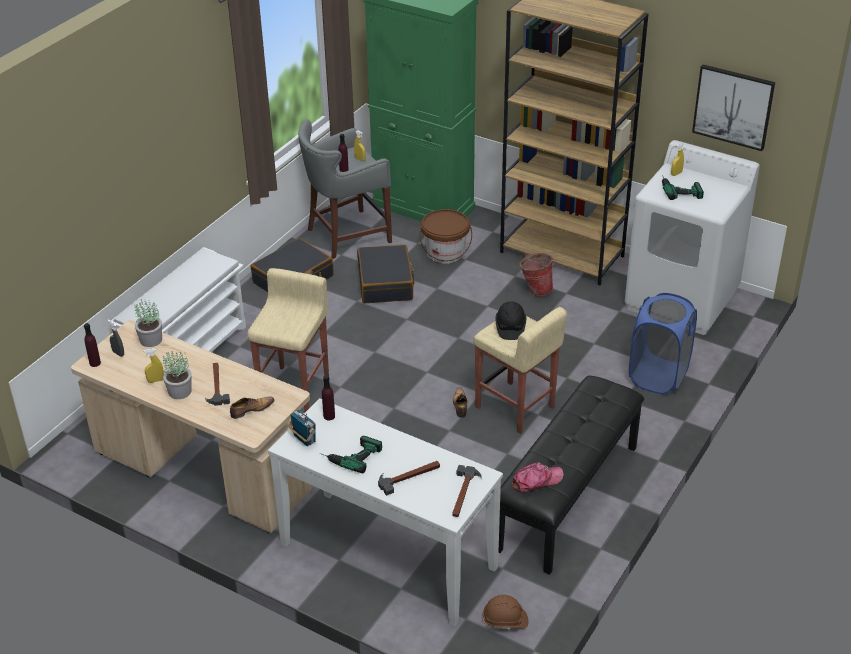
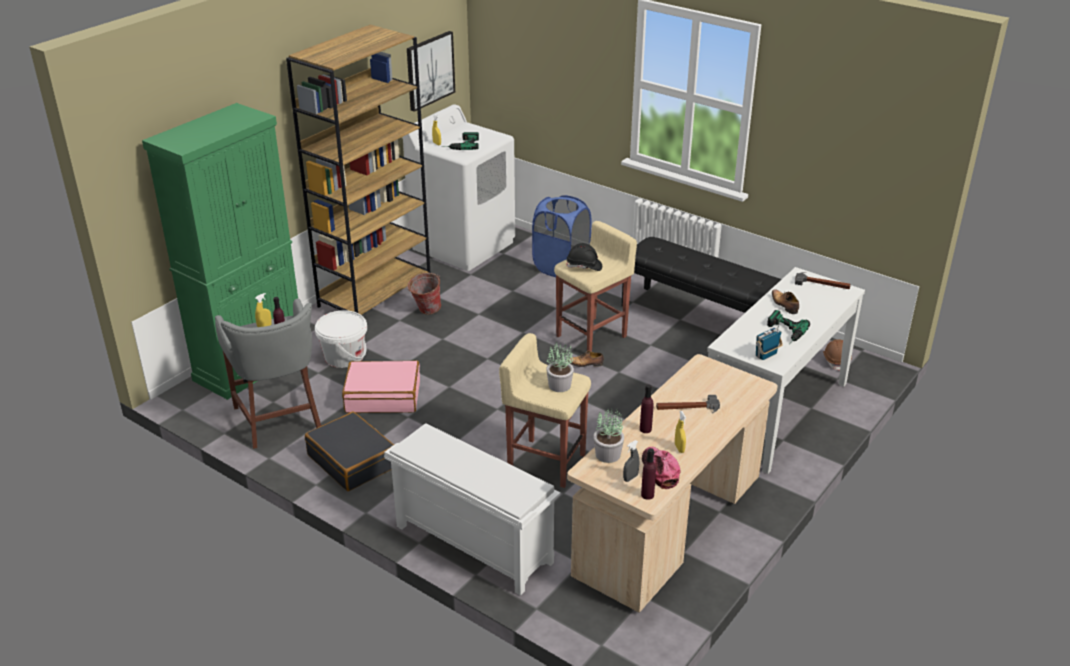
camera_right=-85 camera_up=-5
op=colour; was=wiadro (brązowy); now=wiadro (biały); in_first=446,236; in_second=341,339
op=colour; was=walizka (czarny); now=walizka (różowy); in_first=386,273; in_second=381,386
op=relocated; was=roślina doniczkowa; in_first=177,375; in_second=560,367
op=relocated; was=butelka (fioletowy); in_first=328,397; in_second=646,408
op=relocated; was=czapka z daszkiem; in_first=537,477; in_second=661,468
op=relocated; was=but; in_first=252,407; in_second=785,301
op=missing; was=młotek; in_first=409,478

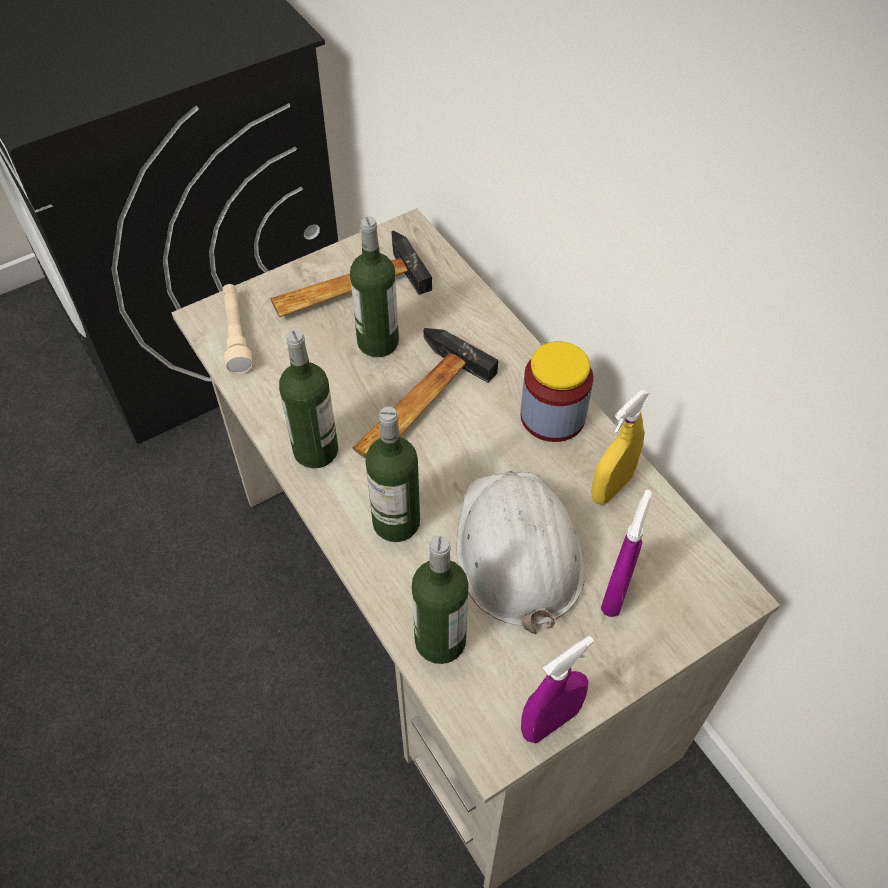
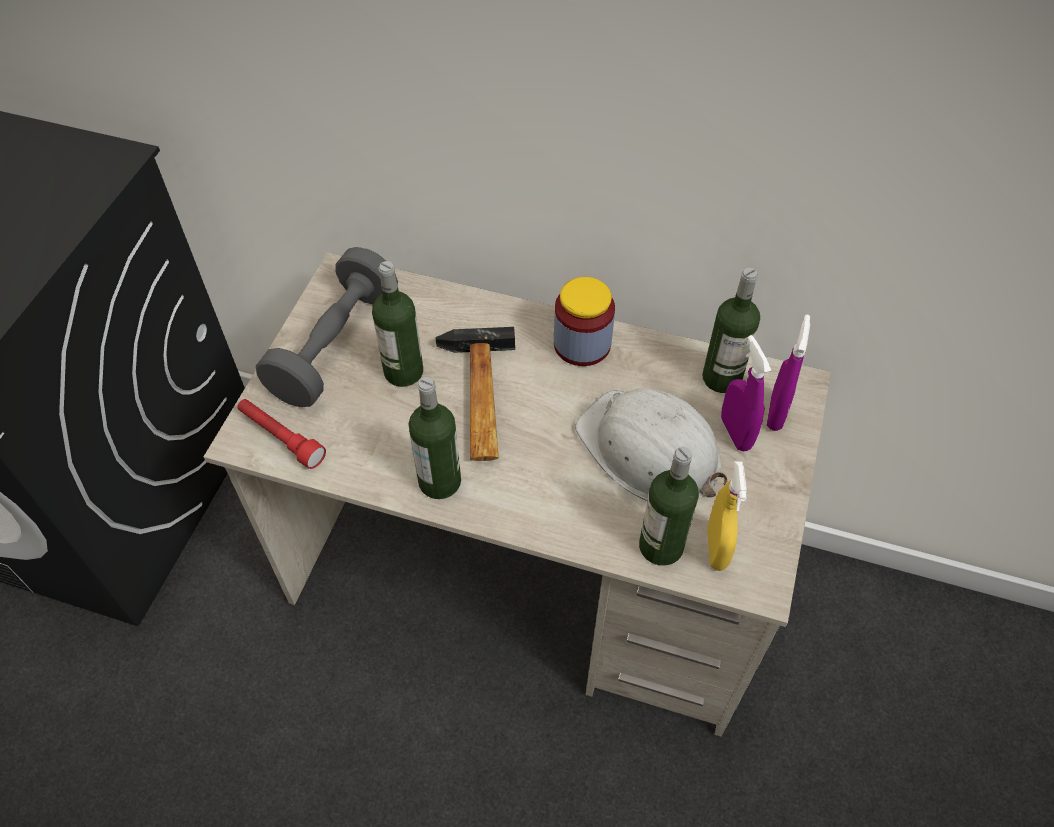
camera_right=-40 camera_up=0
op=colour; was=latarka (beżowy); now=latarka (czerwony); in_first=238,329; in_second=281,434
op=exchanged; was=młotek; now=hantel (szary); in_first=351,274; in_second=327,327
op=relocated; was=butelka; in_first=392,474; in_second=731,330
op=relocated; was=spryskiwacz (żółty); in_first=620,447; in_second=727,516
op=relocated; was=spryskiwacz (fioletowy); in_first=557,689; in_second=788,373

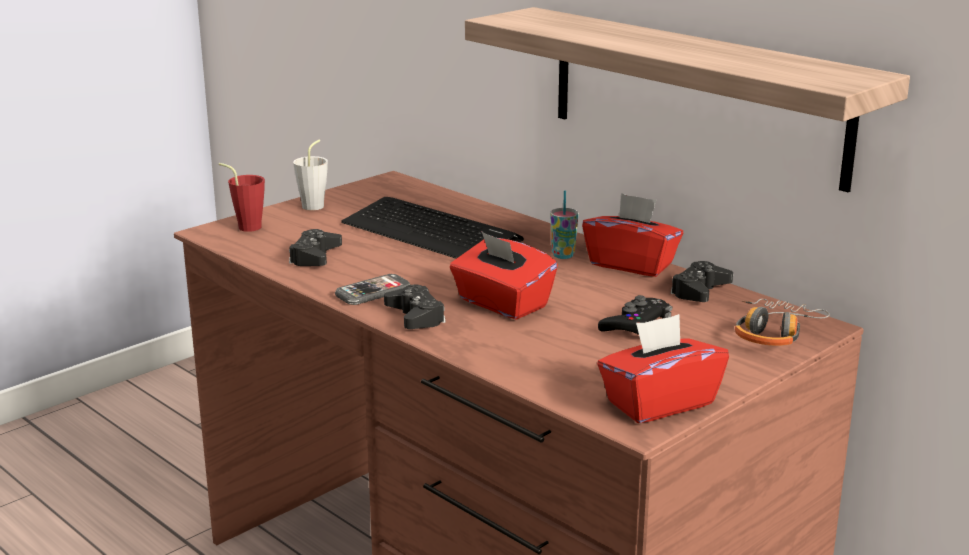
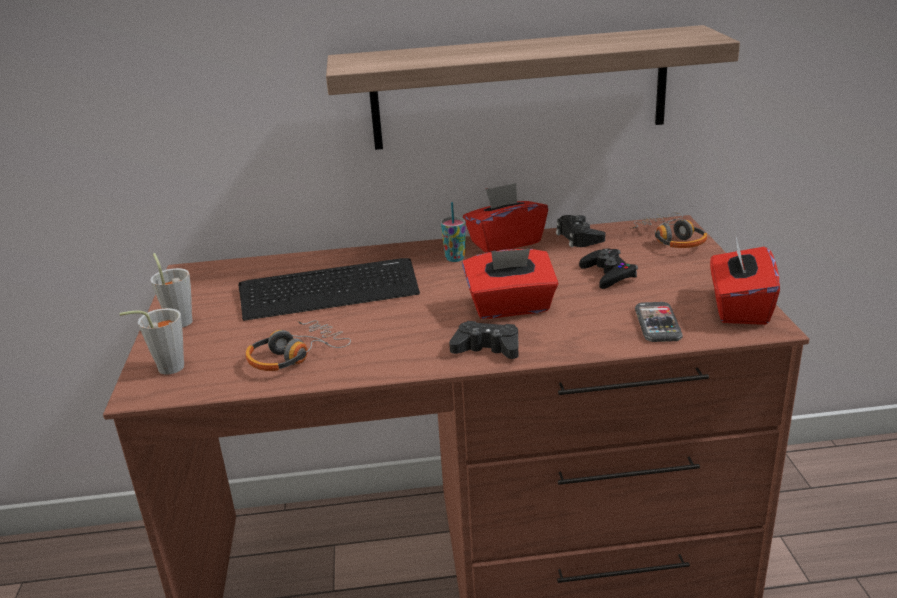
camera_right=-50 camera_up=5
op=colour; was=filiżanka (czerwony); now=filiżanka (szary); in_first=242,197; in_second=152,341
op=exchanged; was=pad do gier (czarny); now=słuchawki; in_first=315,247; in_second=298,345
op=relocated; was=telefon; in_first=372,289; in_second=659,322

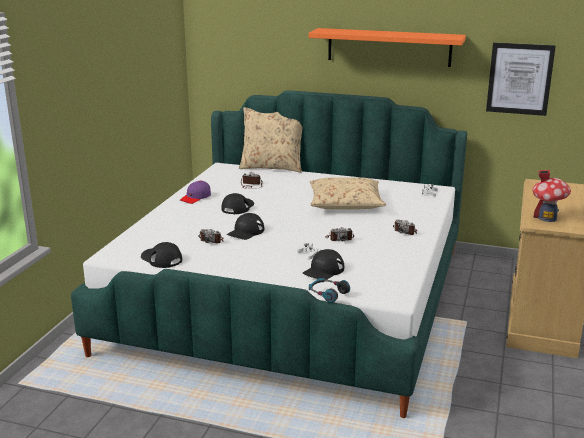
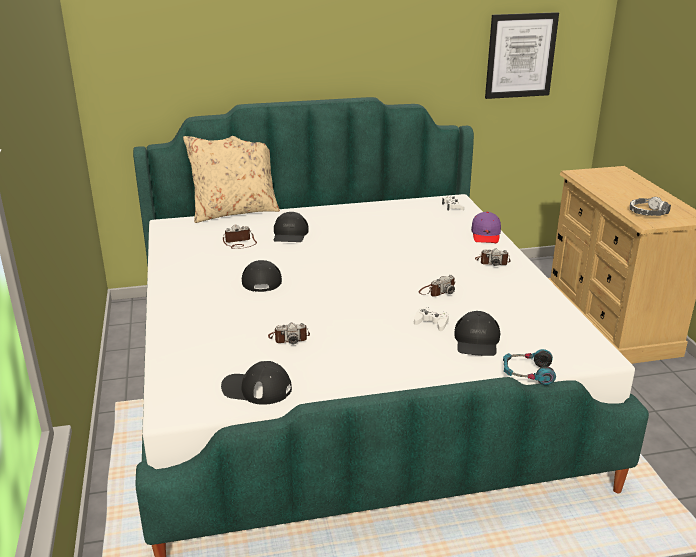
camera_right=-30 camera_up=5
op=relocated; was=czapka z daszkiem (czarny); in_first=245,226; in_second=291,227
op=relocated; was=czapka z daszkiem (fioletowy); in_first=195,192; in_second=486,227
op=exchanged; was=domek; now=słuchawki; in_first=551,196; in_second=650,206
op=missing; was=półka (pomarańczowy); in_first=387,47
op=missing; was=poduszka (beżowy); in_first=348,193

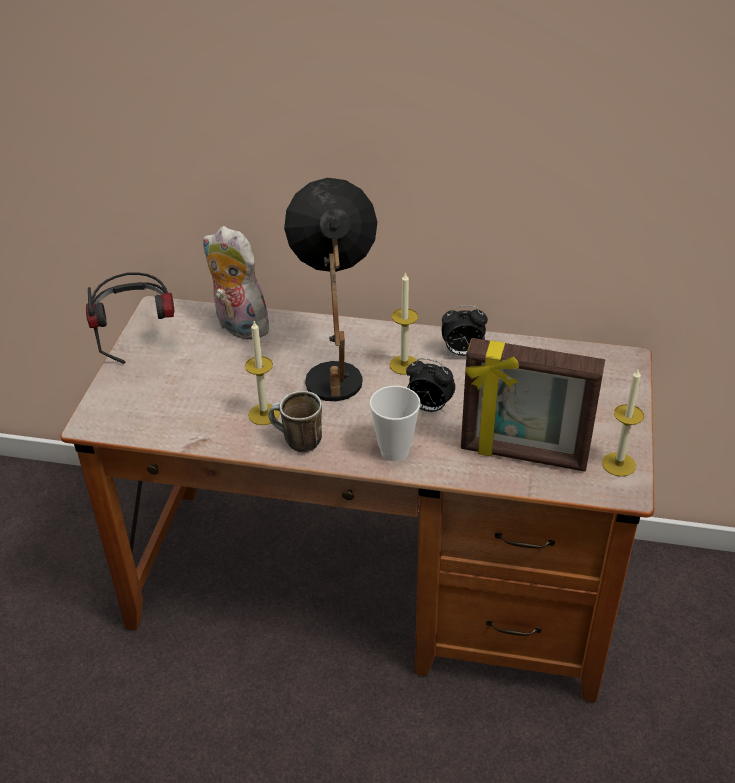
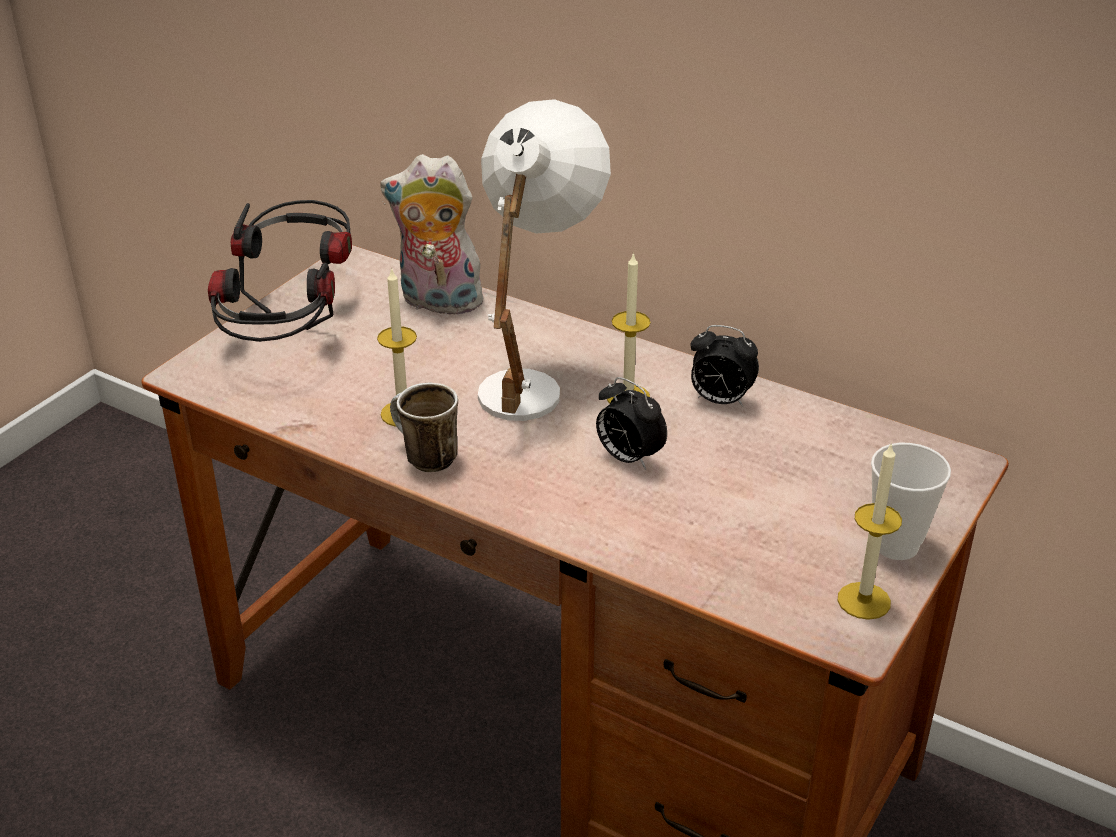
camera_right=20 camera_up=-5
op=appeared; now=słuchawki; in_second=271,302
op=spun; was=pluszak; in_first=237,283; in_second=435,234; clockwise=-45
op=colour; was=lampa stołowa (czarny); now=lampa stołowa (biały); in_first=330,289; in_second=544,260
op=relocated; was=filiżanka; in_first=395,423; in_second=911,501
op=missing; was=ramka na zdjęcie; in_first=533,405

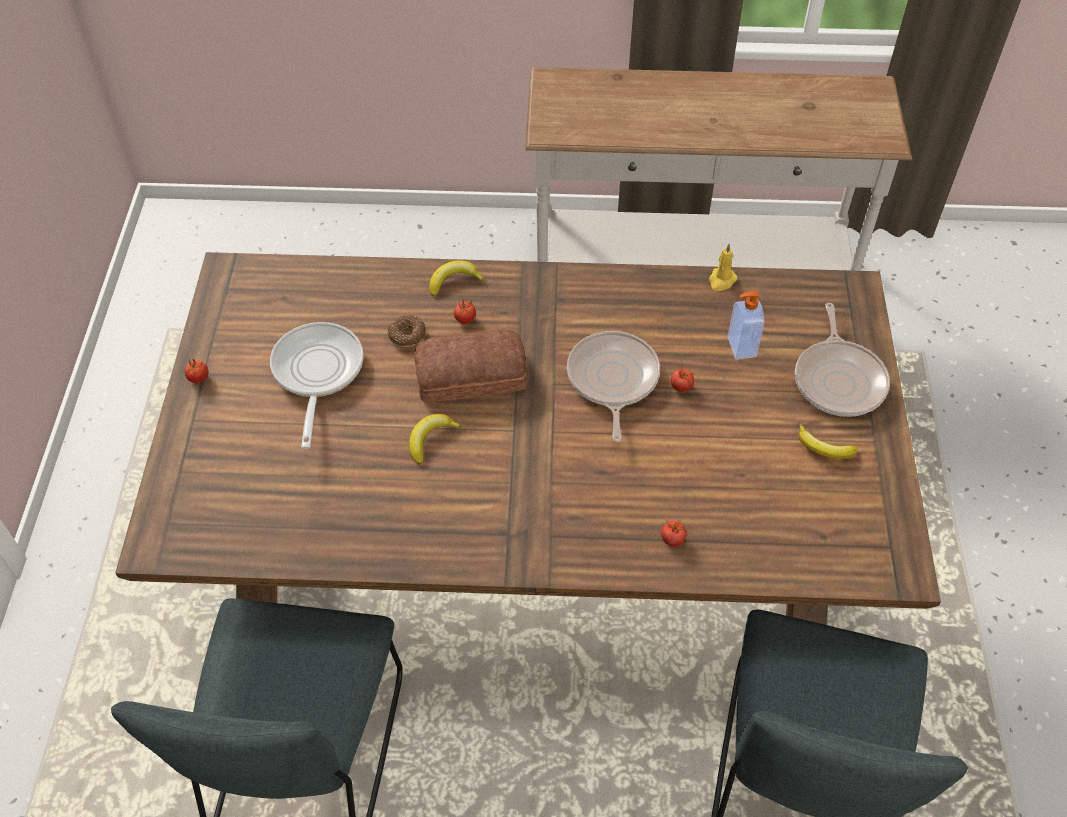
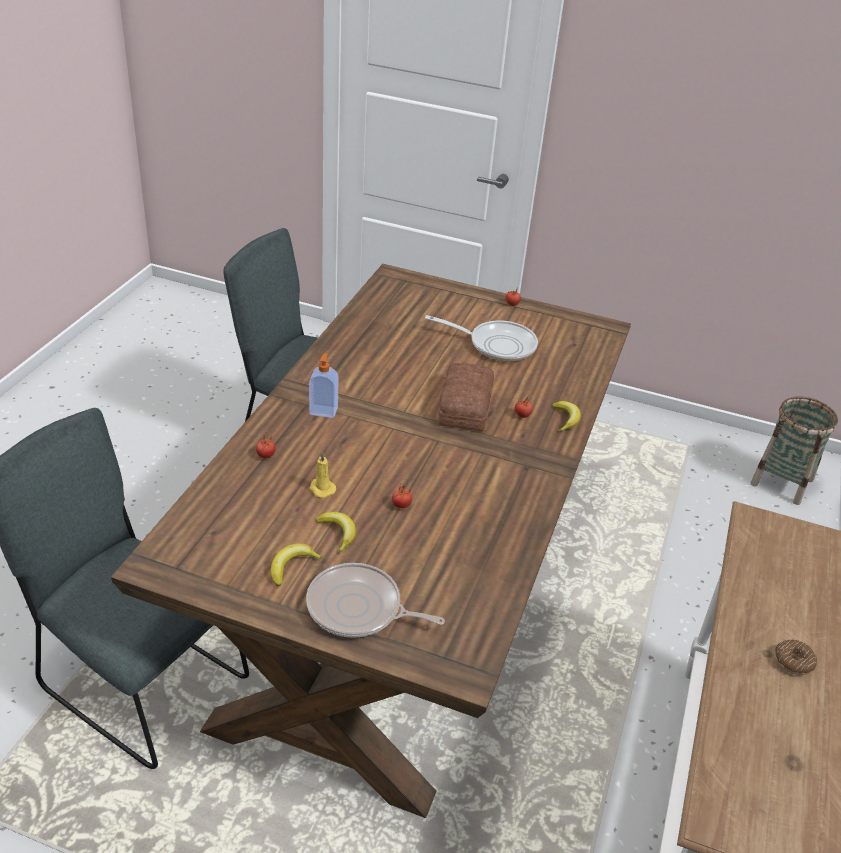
camera_right=105 camera_up=-15
op=relocated; was=dozownik mydła; in_first=746,325; in_second=324,385
op=relocated; was=świeca (żółty); in_first=723,267; in_second=322,475
op=relocated; was=banan; in_first=436,439; in_second=336,533
op=appeared; now=koszyk; in_second=794,450
op=relocated; was=donut; in_first=407,331; in_second=796,657
op=missing; was=patelnia; in_first=613,386

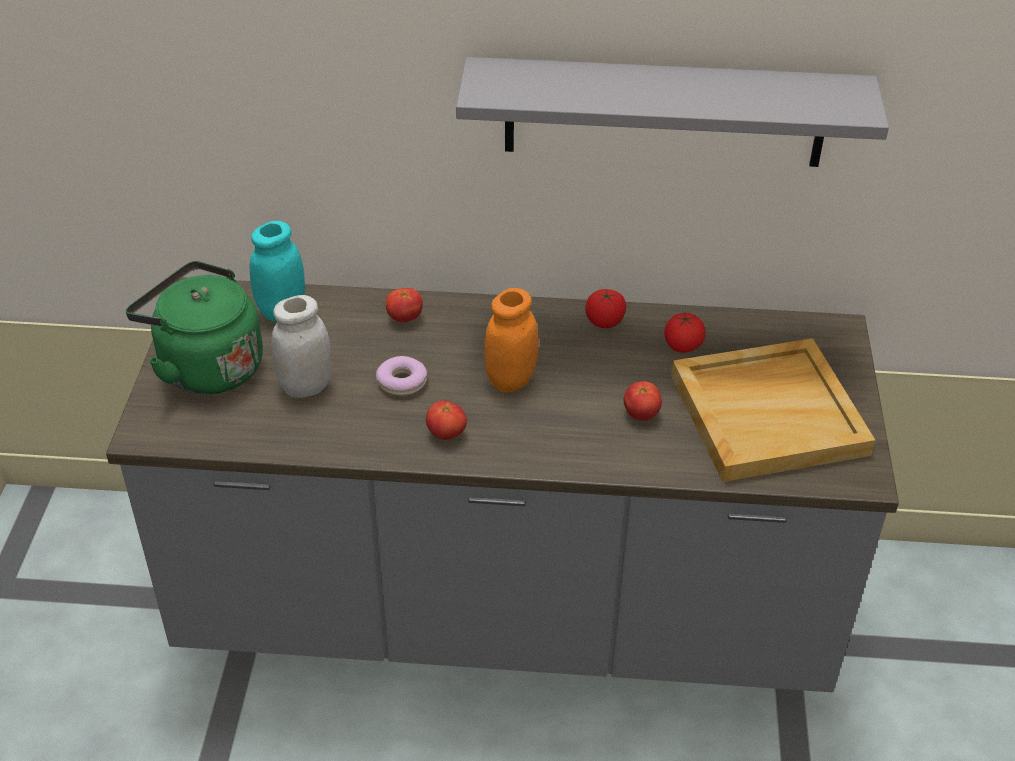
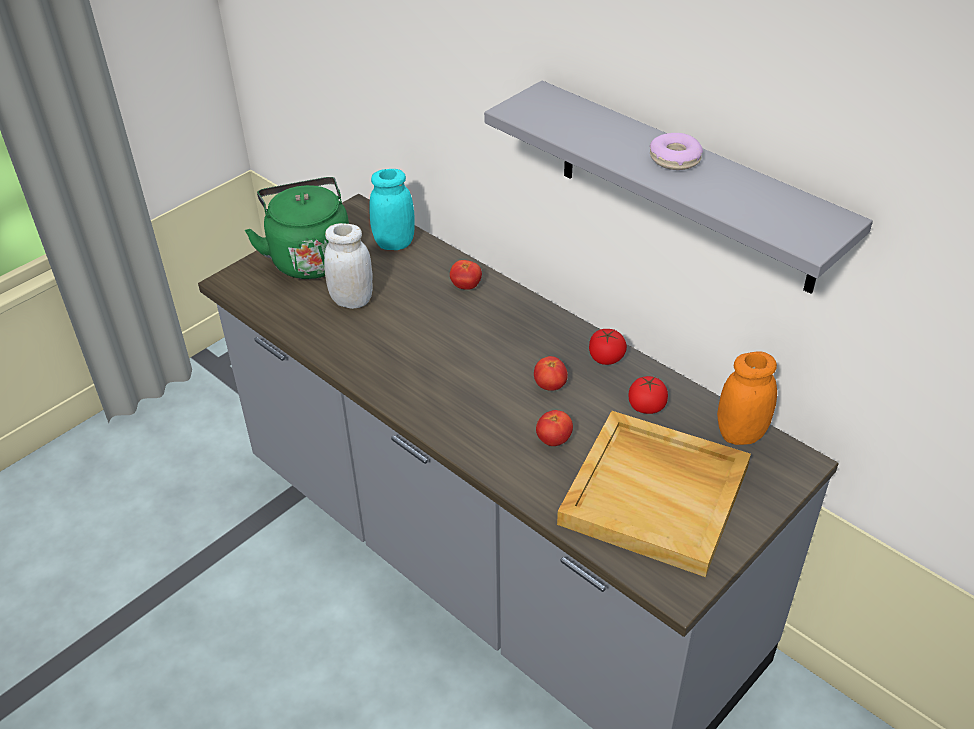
camera_right=40 camera_up=0
op=relocated; was=pomidor; in_first=446,420; in_second=551,373
op=relocated; was=donut; in_first=401,376; in_second=676,151
op=relocated; was=słoik (pomarańczowy); in_first=511,340; in_second=747,398

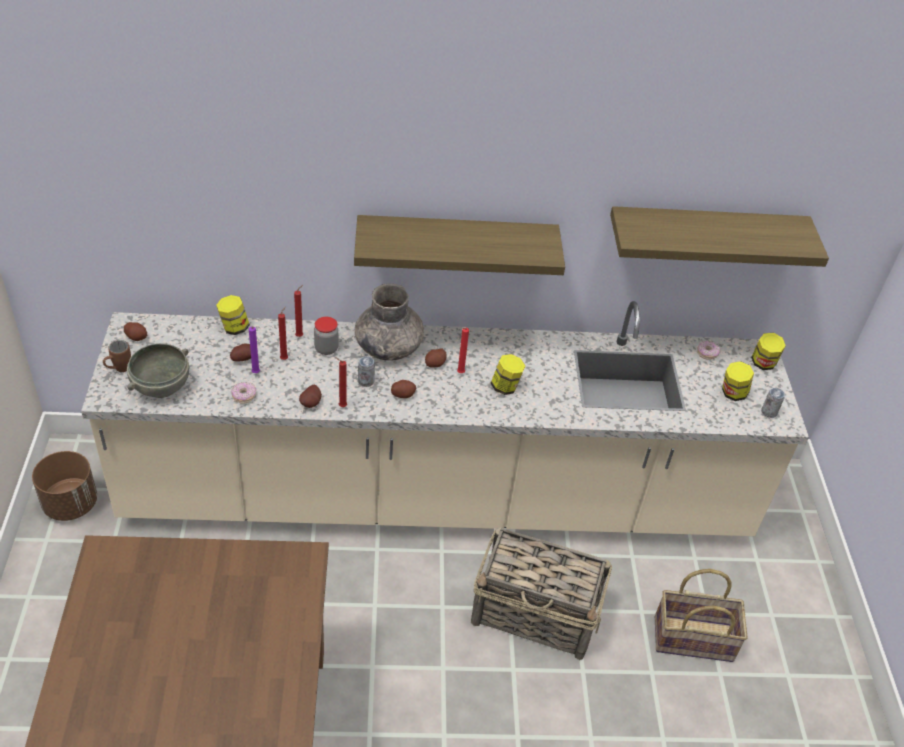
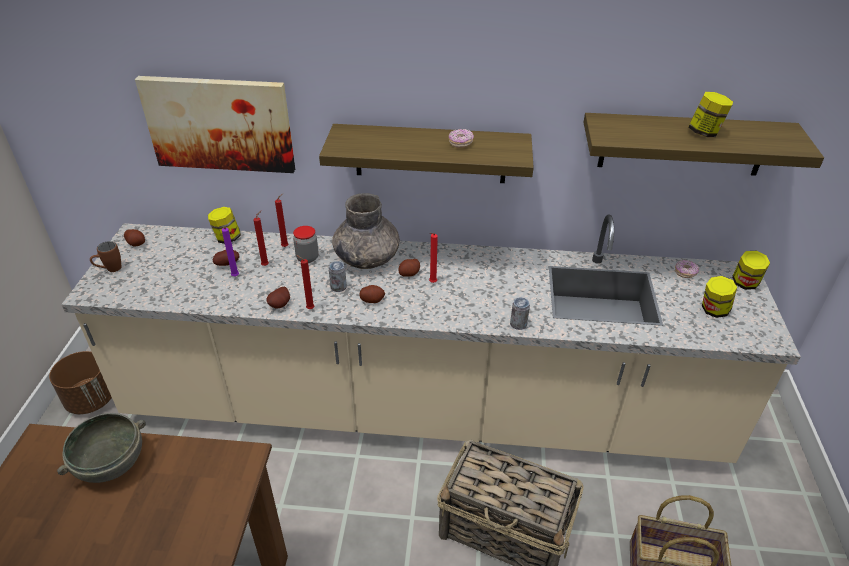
camera_right=10 camera_up=-5
op=relocated; was=miska (szary); in_first=158,370; in_second=101,448
op=appeared; now=obraz; in_second=215,124
op=relocated; was=donut; in_first=243,393; in_second=461,138
op=relocated; was=puszka; in_first=773,403; in_second=520,313
op=relocated; was=słoik; in_first=508,374; in_second=710,114

